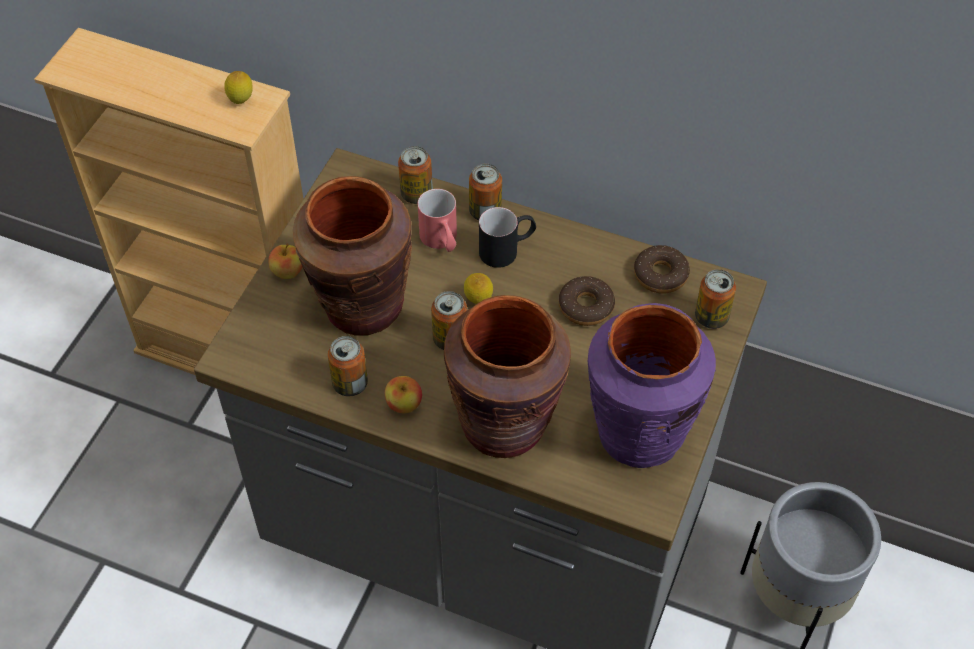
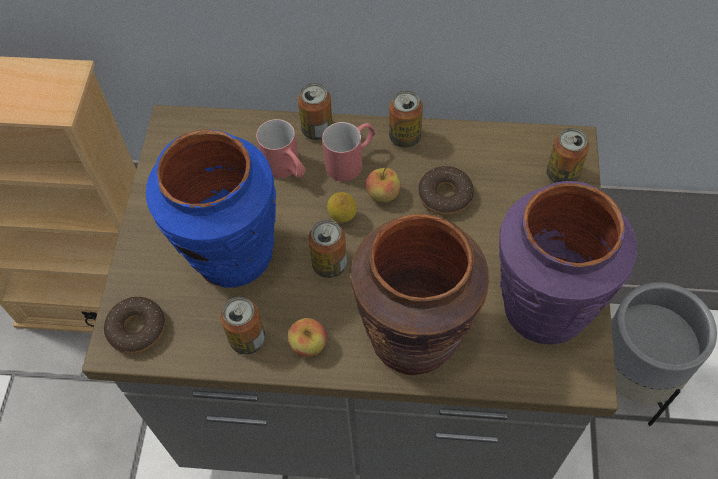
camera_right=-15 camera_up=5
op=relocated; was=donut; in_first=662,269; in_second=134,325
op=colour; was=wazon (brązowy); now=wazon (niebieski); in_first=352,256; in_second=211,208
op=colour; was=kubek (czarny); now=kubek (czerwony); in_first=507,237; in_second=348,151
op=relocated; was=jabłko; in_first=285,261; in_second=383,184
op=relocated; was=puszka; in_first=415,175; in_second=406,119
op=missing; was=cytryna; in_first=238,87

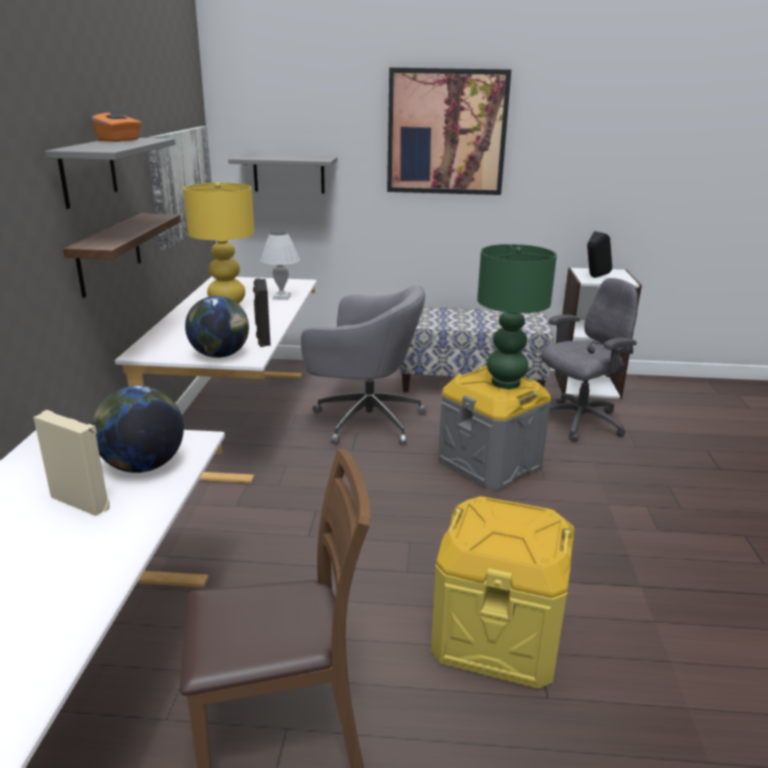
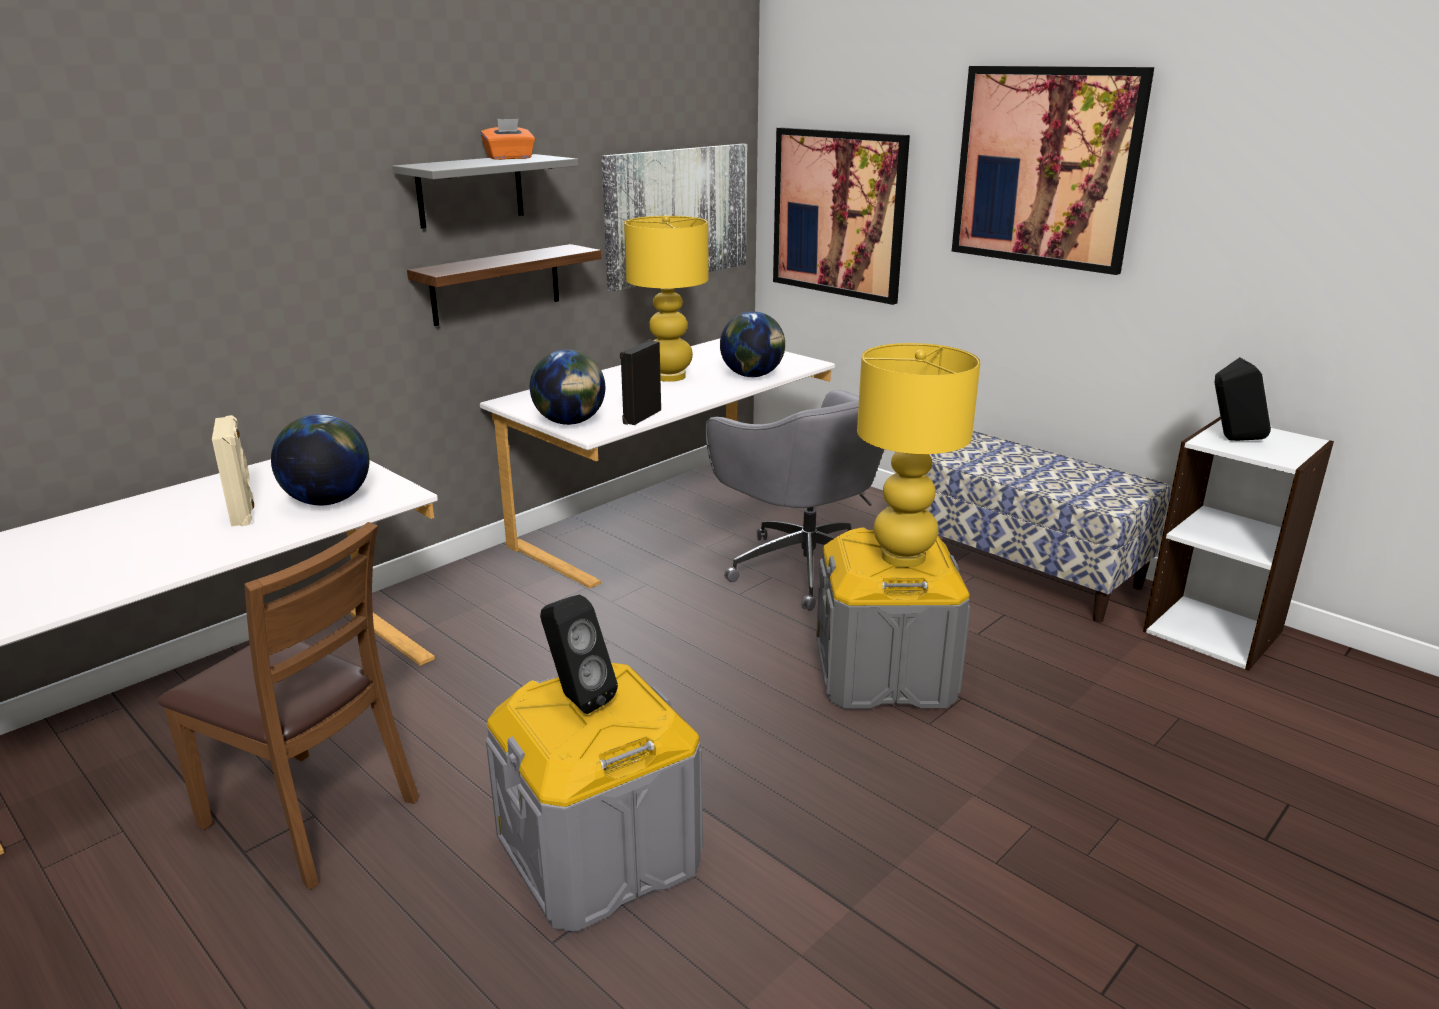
camera_right=40 camera_up=0
op=colour; was=pojemnik do przechowywania (żółty); now=pojemnik do przechowywania (szary); in_first=503,592; in_second=594,797
op=appeared; now=głośnik (czarny); in_second=579,654
op=exchanged; was=lampa stołowa (biały); now=globus; in_first=280,266; in_second=752,344
op=exchanged; was=półka (szary); now=obraz; in_first=282,174; in_second=841,216
op=colour; was=lampa stołowa (zielony); now=lampa stołowa (żółty); in_first=517,316; in_second=918,455
op=missing; was=krzesło biurowe (szary); in_first=589,360

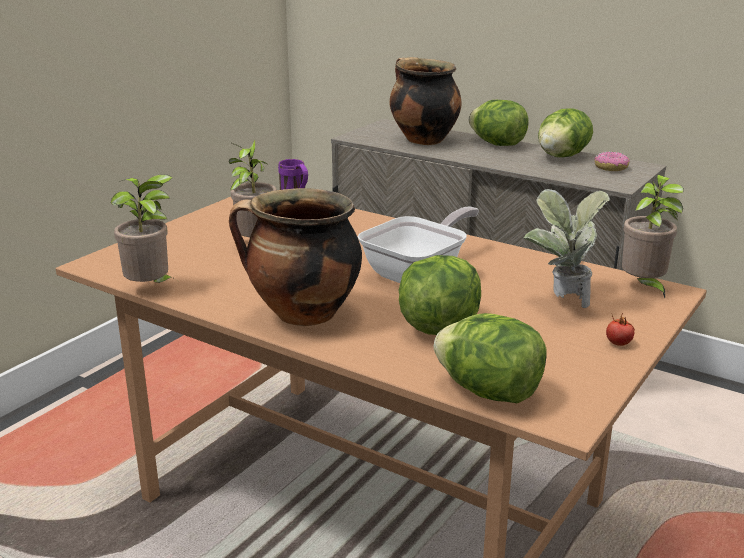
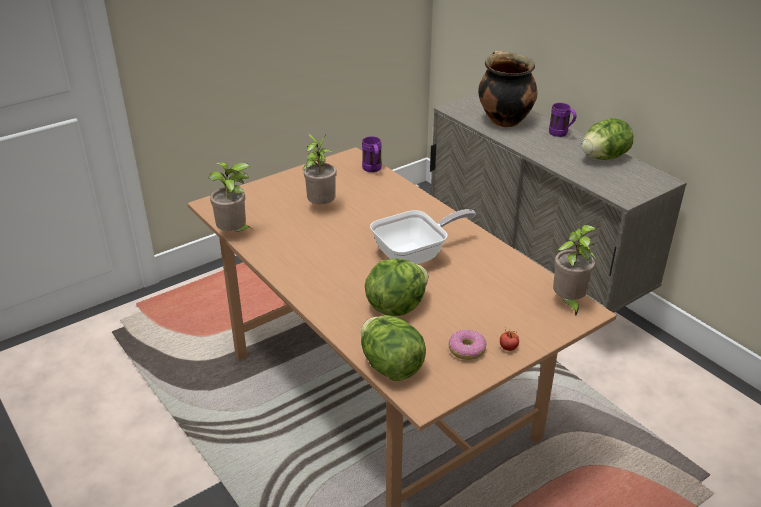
camera_right=20 camera_up=10
op=relocated; was=donut; in_first=612,161; in_second=467,345
op=exchanged; was=sałata; now=kubek (fioletowy); in_first=499,123; in_second=562,120
op=missing; was=garnek; in_first=295,257
op=missing; was=roślina doniczkowa; in_first=567,248

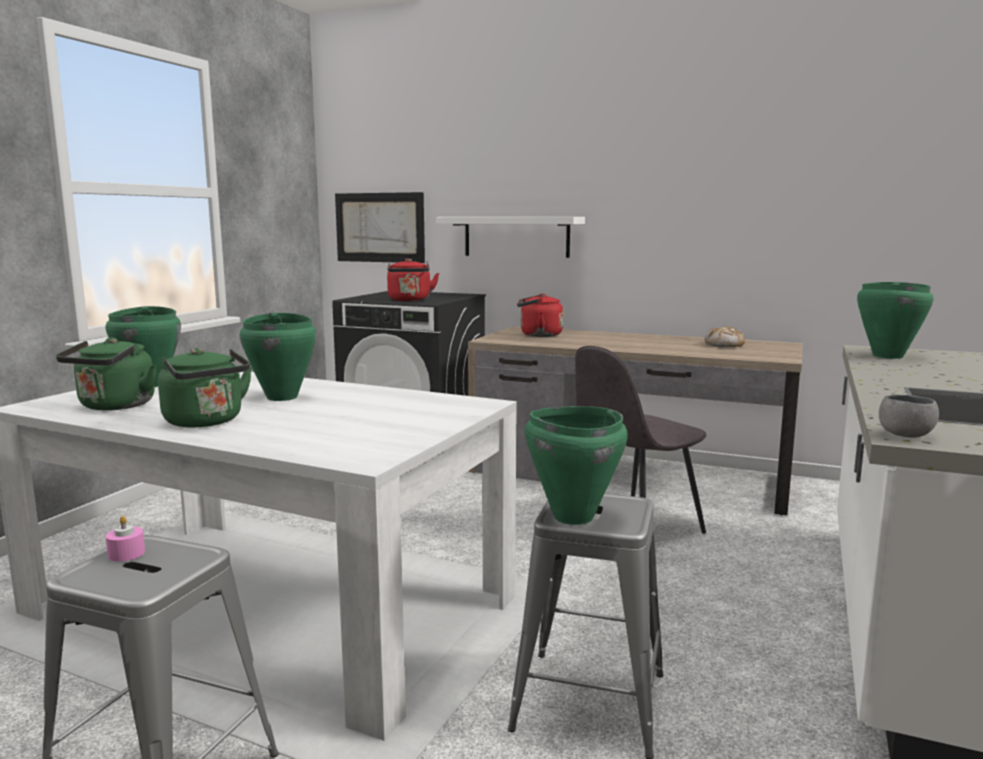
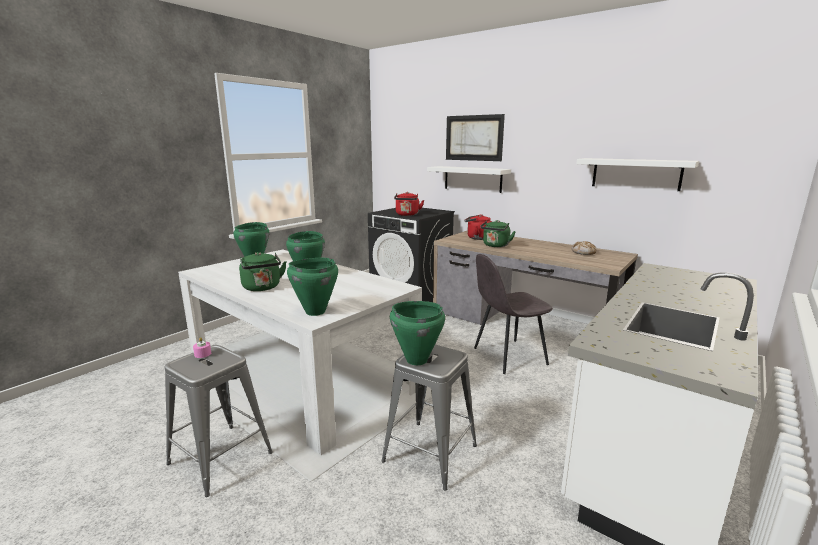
camera_right=15 camera_up=5
op=relocated; was=garnek (zielony); in_first=895,320; in_second=312,287
op=relocated; was=obraz; in_first=380,227; in_second=475,137
op=relocated; was=czajnik (zielony); in_first=106,374; in_second=498,233
op=appeared; now=półka (biały); in_second=637,174
op=missing; was=miska (szary); in_first=909,416

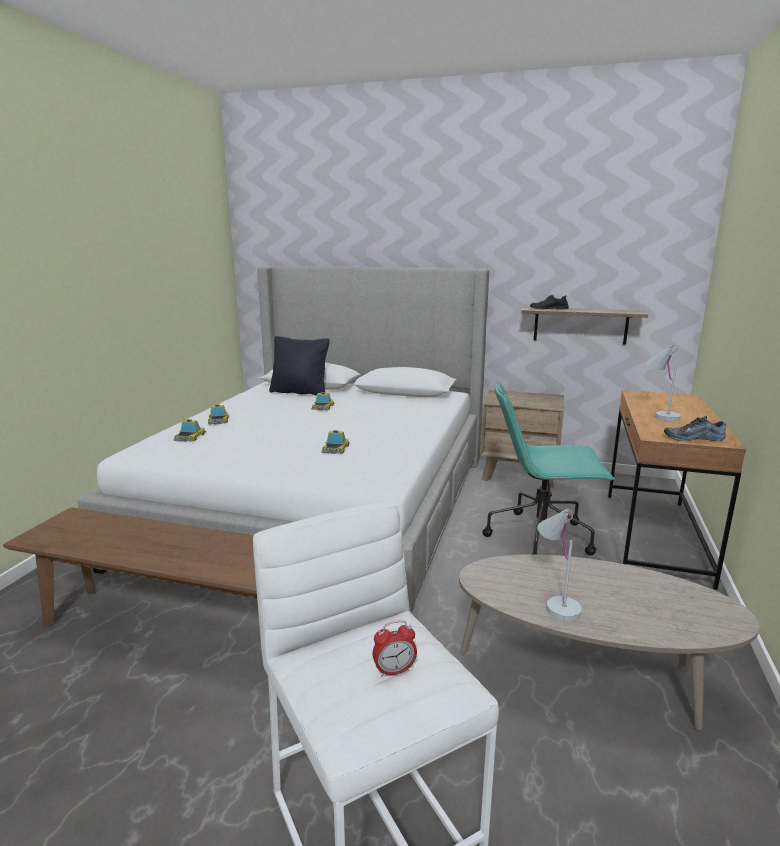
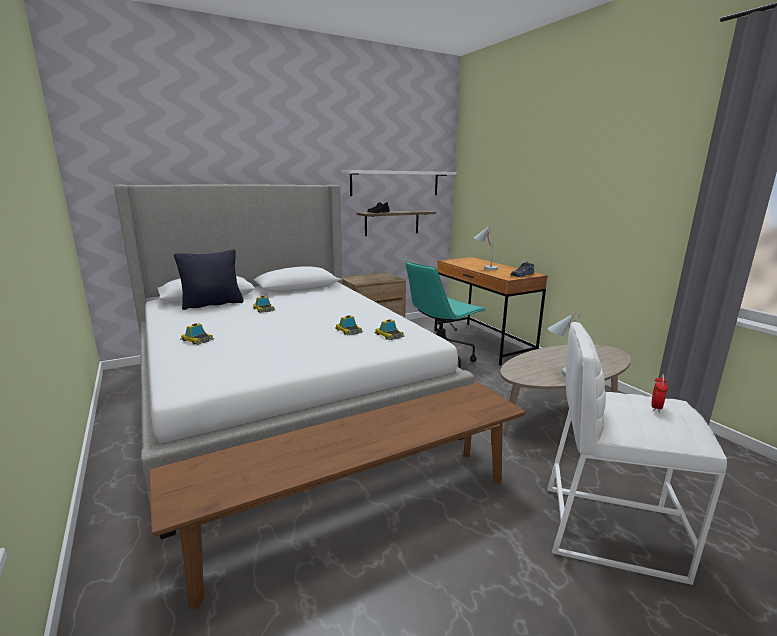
camera_right=-45 camera_up=0
op=appeared; now=półka (biały); in_second=398,183
op=relocated; was=samochodzik; in_first=189,430; in_second=389,329

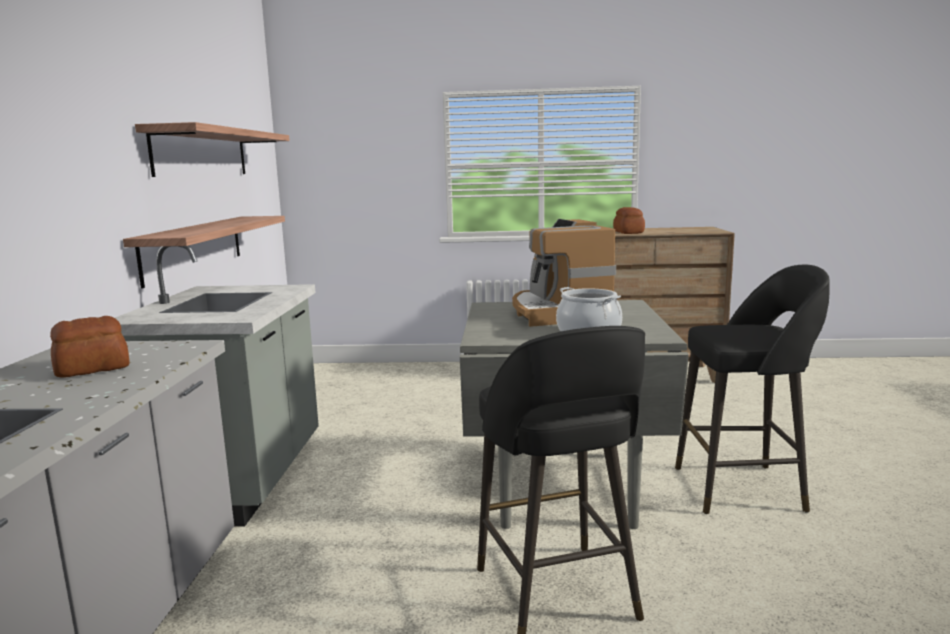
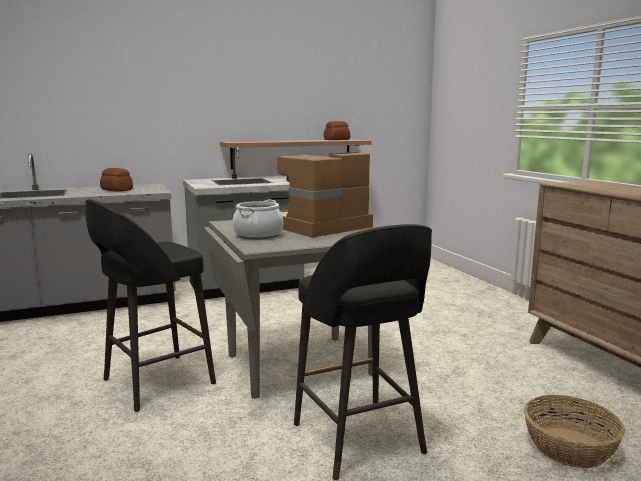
camera_right=65 camera_up=0
op=relocated; was=chleb; in_first=629,220; in_second=337,130
op=appeared; now=koszyk; in_second=574,431
op=missing; was=półka; in_first=212,149

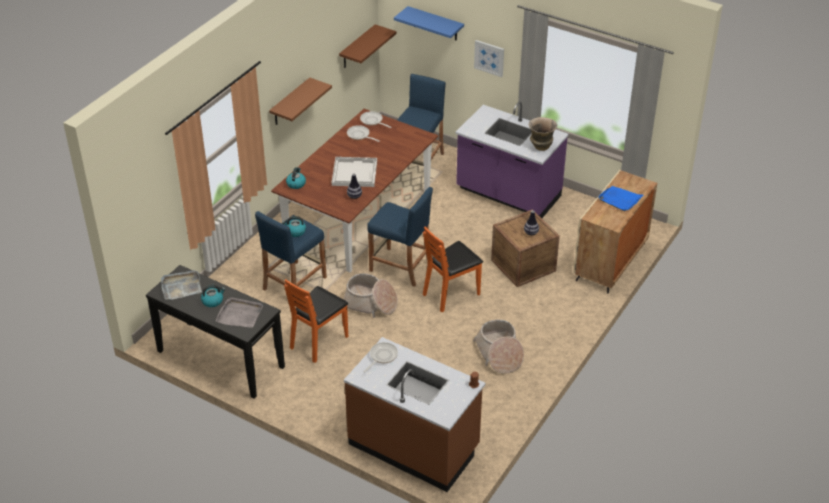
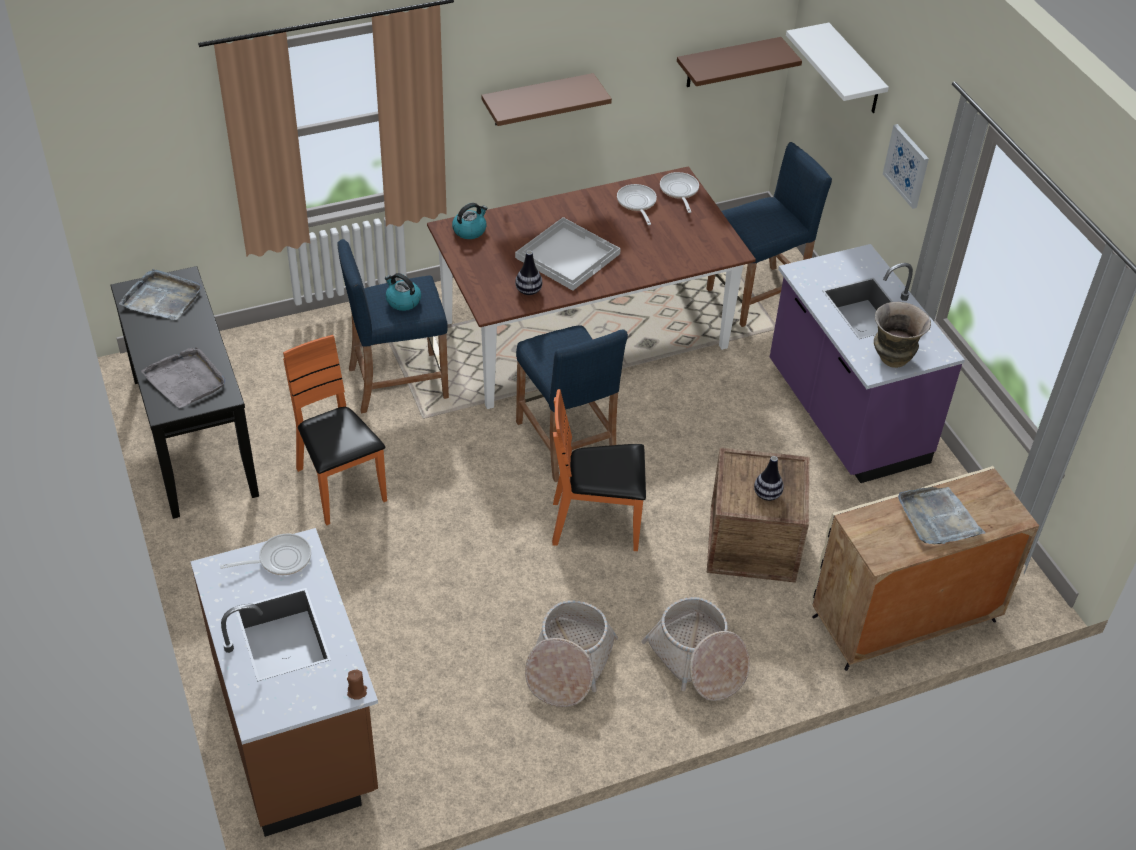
camera_right=35 camera_up=5
op=spun; was=krzesło (pomarańczowy); in_first=316,321; in_second=335,430; clockwise=75
op=relocated; was=koszyk; in_first=370,295; in_second=696,649
op=colour; was=półka (niebieski); now=półka (biały); in_first=429,23; in_second=837,68
op=colour; was=taca (niebieski); now=taca (szary); in_first=620,198; in_second=941,515
op=missing; was=czajnik; in_first=213,296

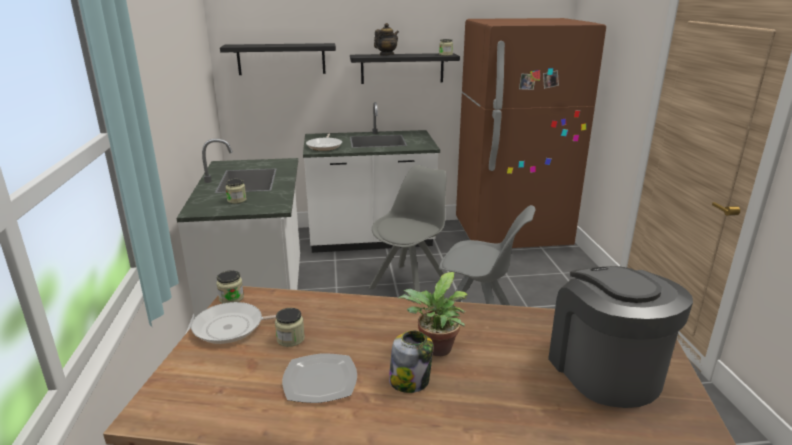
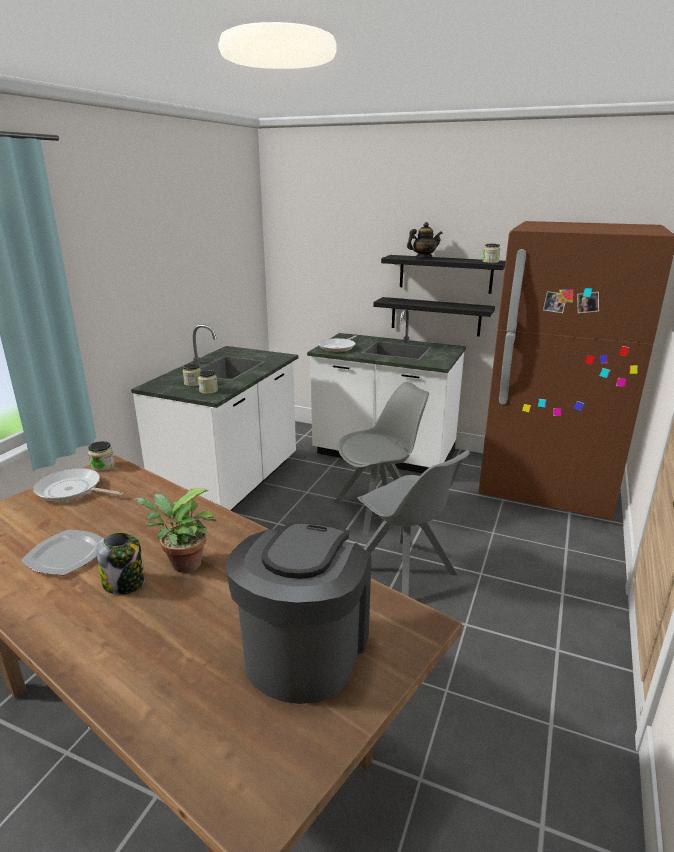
camera_right=30 camera_up=0
op=relocated; was=słoik; in_first=290,327; in_second=208,382
op=relocated; was=półka (czarny); in_first=278,59; in_second=434,317

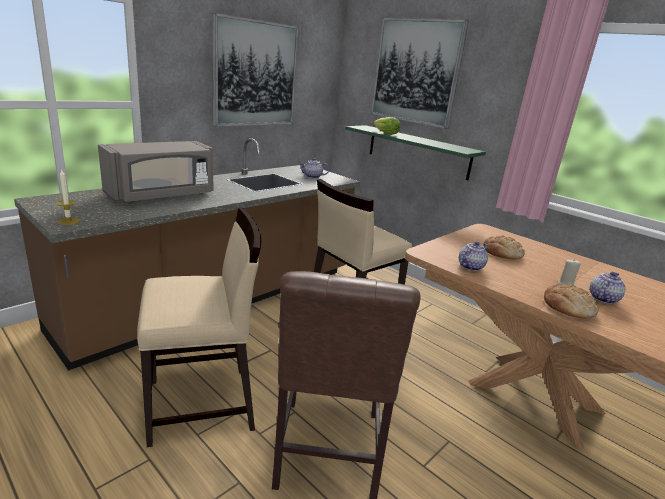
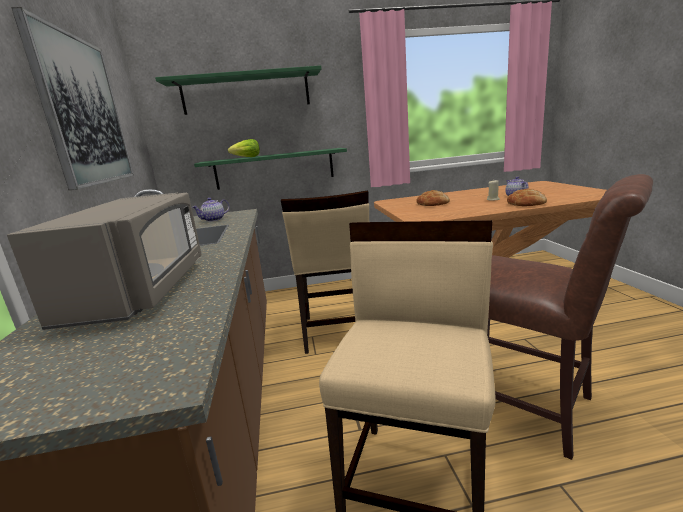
camera_right=-50 camera_up=-5
op=exchanged; was=obraz; now=półka (zielony); in_first=420,73; in_second=238,90
op=missing; was=świeca; in_first=68,197
op=missing; was=imbryk; in_first=473,256

